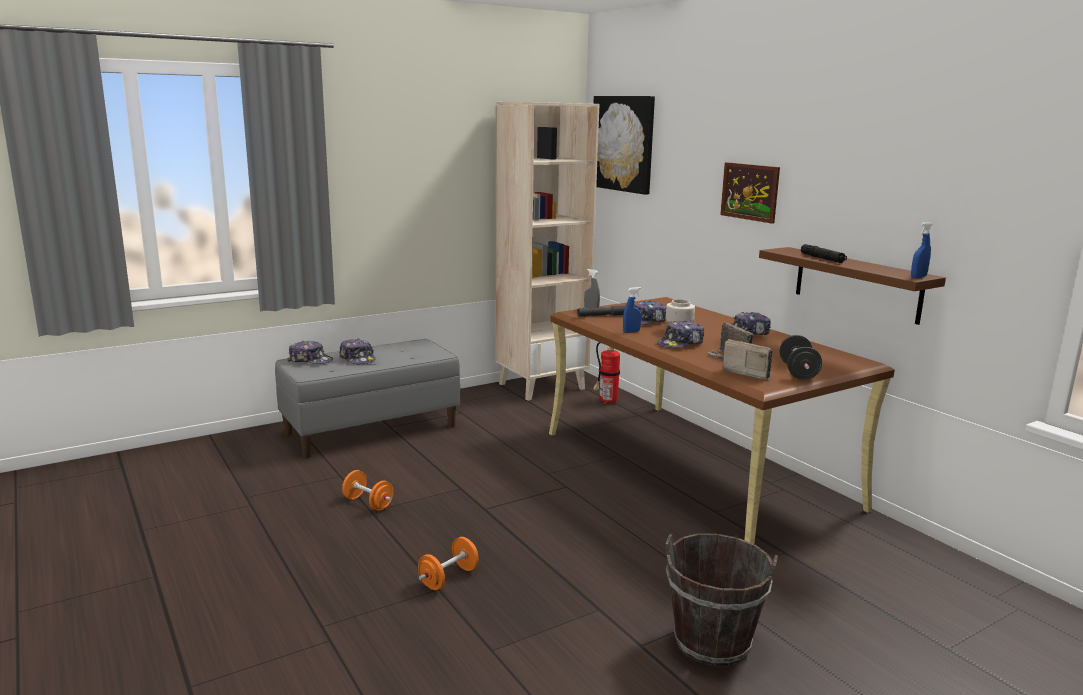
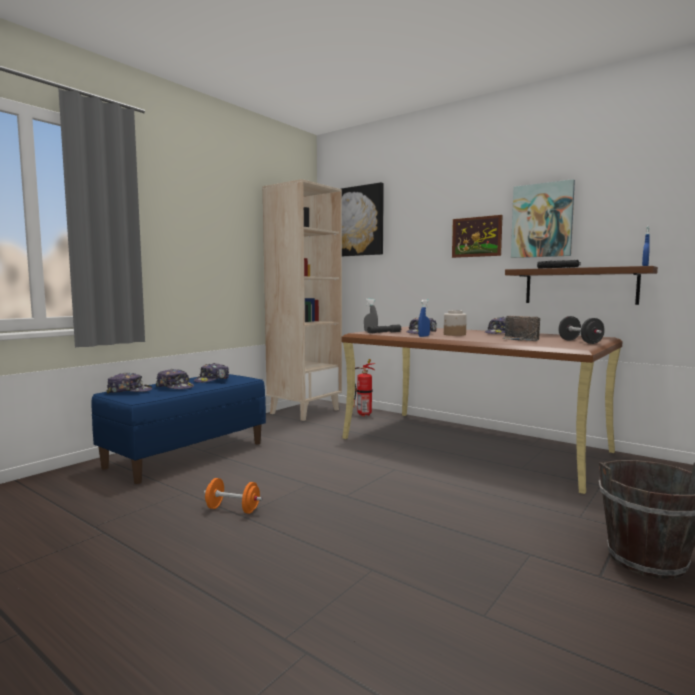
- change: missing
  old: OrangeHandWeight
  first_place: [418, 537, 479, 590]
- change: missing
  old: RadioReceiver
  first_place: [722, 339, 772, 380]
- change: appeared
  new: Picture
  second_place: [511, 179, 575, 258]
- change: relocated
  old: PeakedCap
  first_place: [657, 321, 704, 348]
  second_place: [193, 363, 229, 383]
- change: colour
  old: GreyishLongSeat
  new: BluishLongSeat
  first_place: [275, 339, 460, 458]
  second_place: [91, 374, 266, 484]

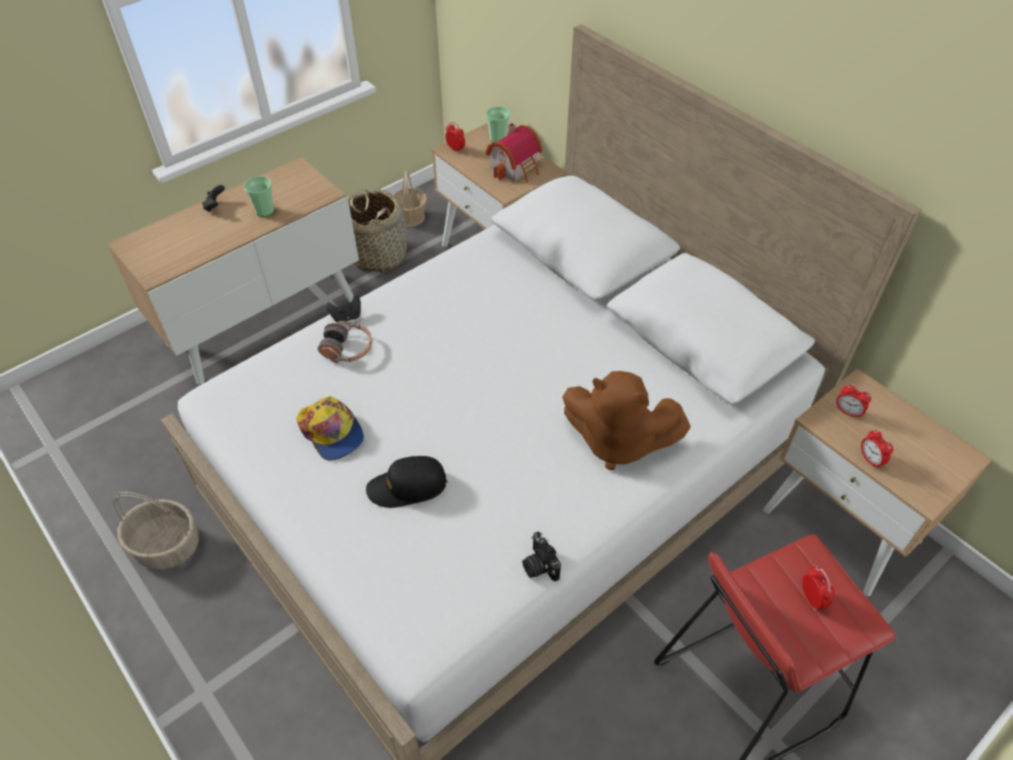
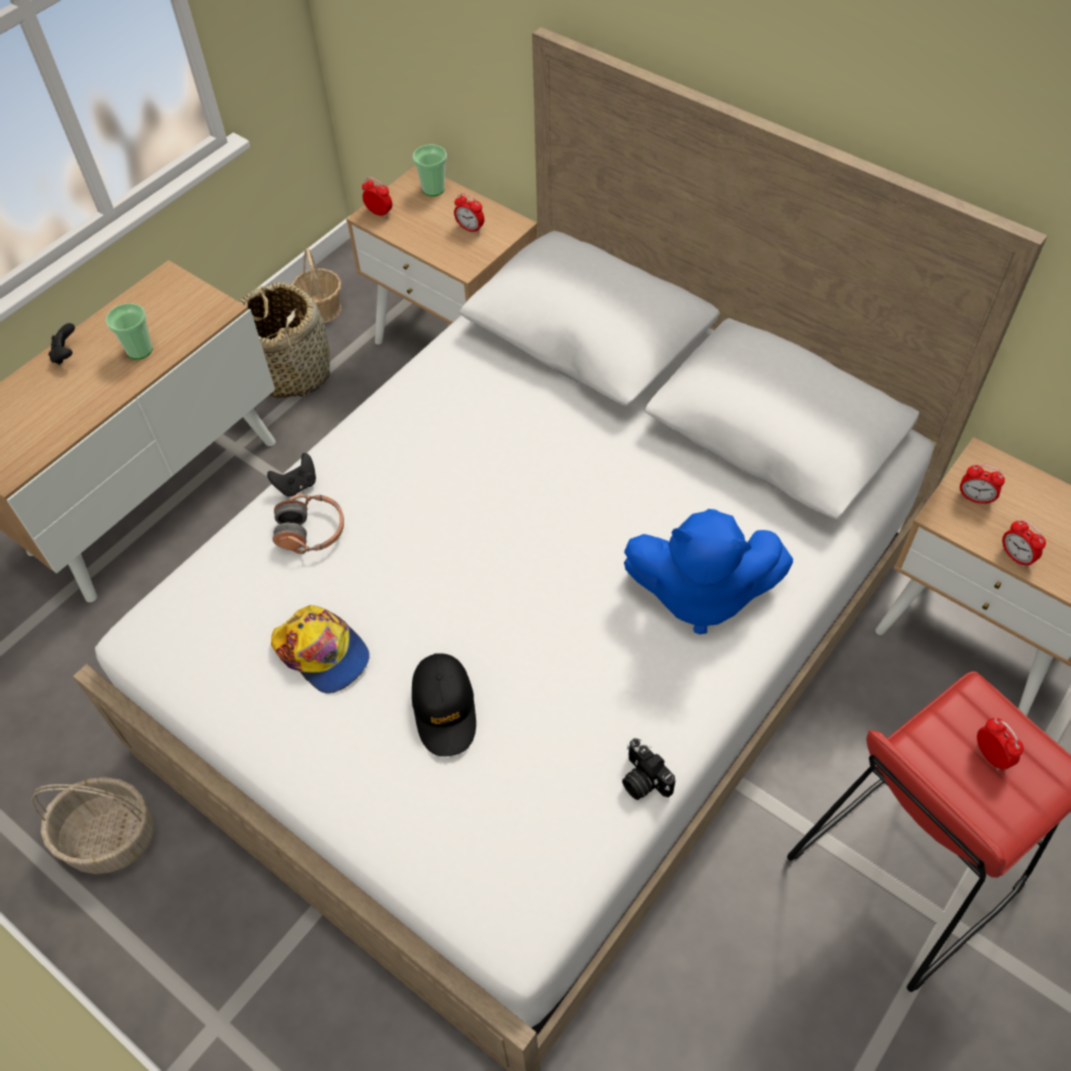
- change: exchanged
  old: ModelHouse
  new: BedsideClock
  first_place: [486, 123, 542, 183]
  second_place: [454, 193, 484, 234]
- change: colour
  old: BrownColouredSoftToy
  new: BluishSoftToy
  first_place: [562, 371, 691, 470]
  second_place: [624, 509, 793, 634]
- change: spun
  old: BlackishPeakedCap
  first_place: [366, 456, 447, 508]
  second_place: [412, 653, 476, 756]
  degrees: -75

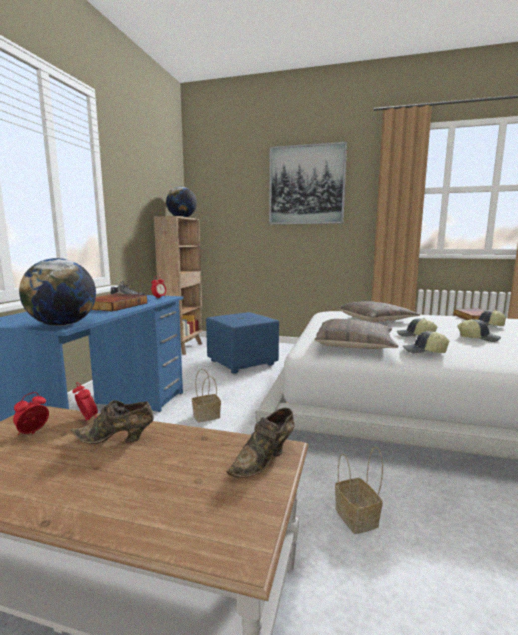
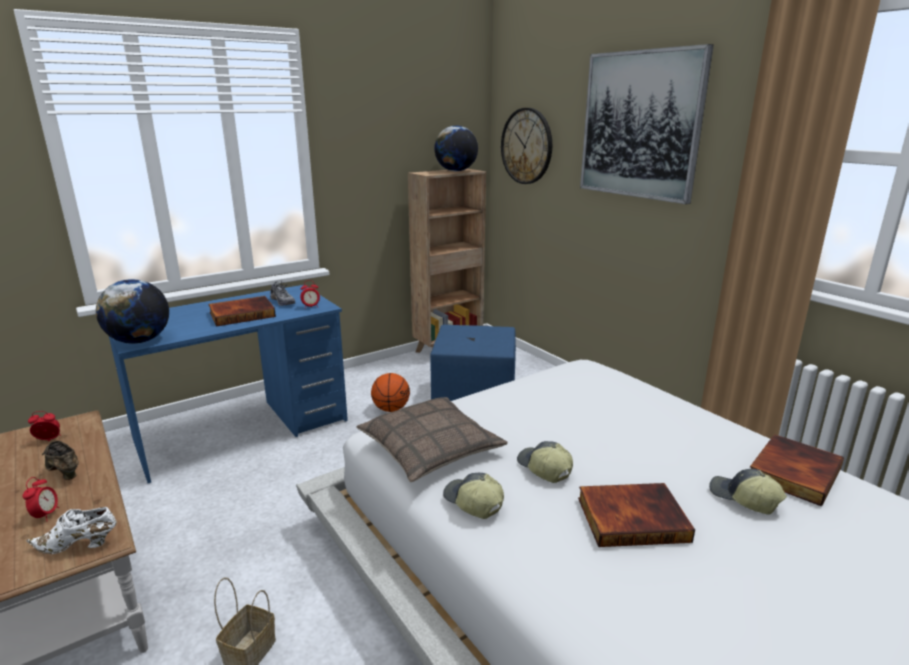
- change: missing
  old: StorageBasket
  first_place: [192, 369, 221, 423]
- change: missing
  old: ThrowPillow
  first_place: [337, 301, 420, 322]
- change: appeared
  new: Basketball
  second_place: [371, 373, 410, 412]
- change: appeared
  new: ClockOnTheWall
  second_place: [501, 108, 552, 184]
- change: relocated
  old: BedsideClock
  first_place: [73, 382, 98, 421]
  second_place: [23, 477, 59, 522]
- change: exchanged
  old: PeakedCap
  new: Book
  first_place: [458, 319, 501, 342]
  second_place: [578, 483, 695, 547]
- change: colour
  old: BrownColouredLowShoe
  new: WhiteLowShoe
  first_place: [226, 408, 295, 478]
  second_place: [26, 507, 117, 554]

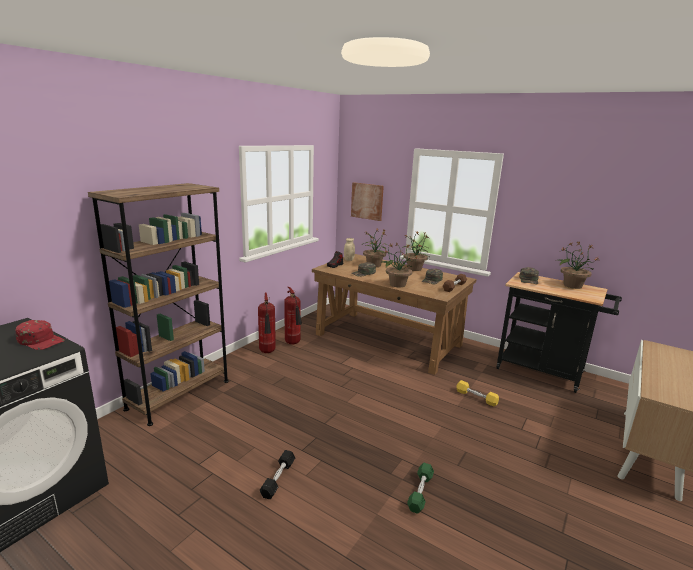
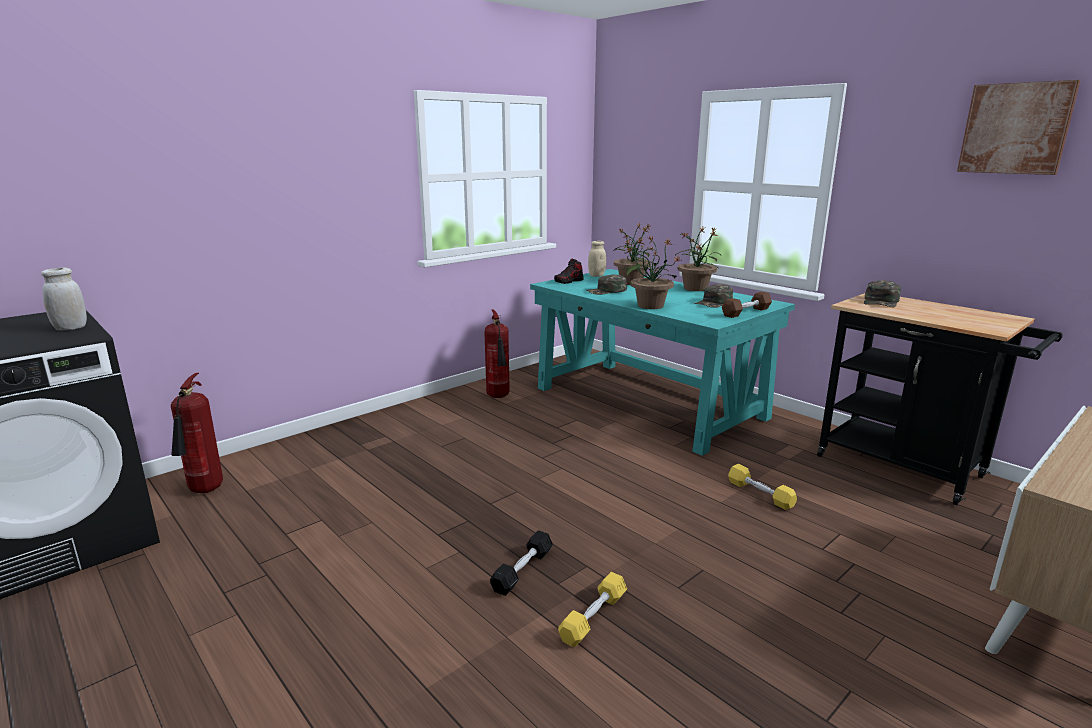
- change: missing
  old: BrownColouredBookshelf
  first_place: [88, 183, 229, 426]
- change: missing
  old: PottedPlant
  first_place: [559, 242, 599, 289]
- change: relocated
  old: FireExtinguisher
  first_place: [258, 293, 276, 353]
  second_place: [171, 373, 223, 493]
- change: relocated
  old: BlackishHandWeight
  first_place: [260, 450, 295, 499]
  second_place: [490, 530, 553, 596]
- change: relocated
  old: Picture
  first_place: [351, 182, 384, 221]
  second_place: [957, 80, 1080, 175]
- change: exchanged
  old: RedColouredPeakedCap
  new: WhiteStorageJar
  first_place: [15, 320, 64, 350]
  second_place: [41, 268, 87, 331]
- change: colour
  old: BrownColouredDesk
  new: TurquoiseColouredDesk
  first_place: [312, 254, 476, 375]
  second_place: [530, 269, 795, 456]
- change: colour
  old: GreenColouredHandWeight
  new: YellowHandWeight
  first_place: [407, 463, 434, 514]
  second_place: [558, 572, 627, 647]

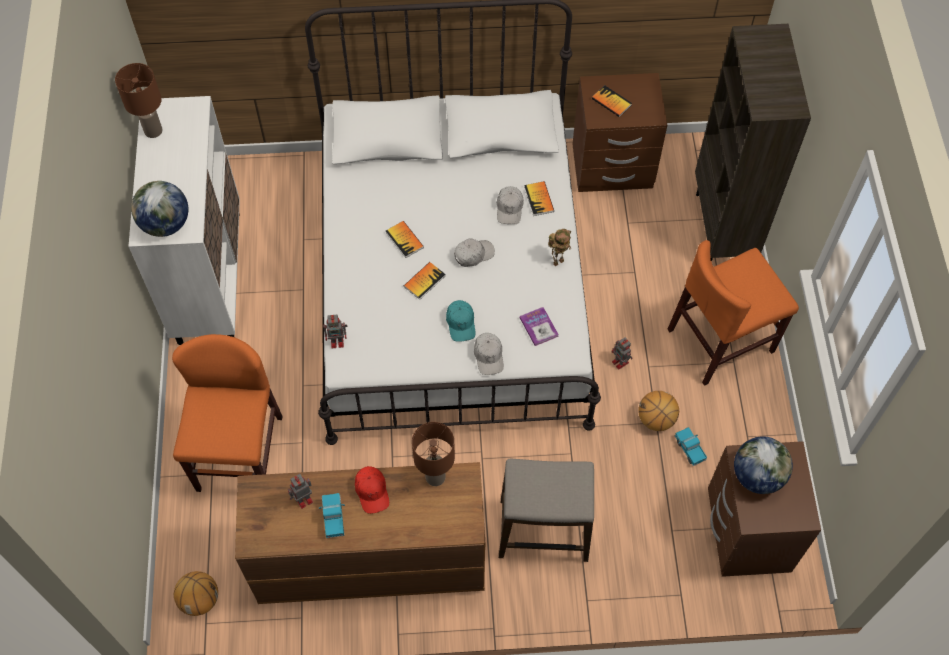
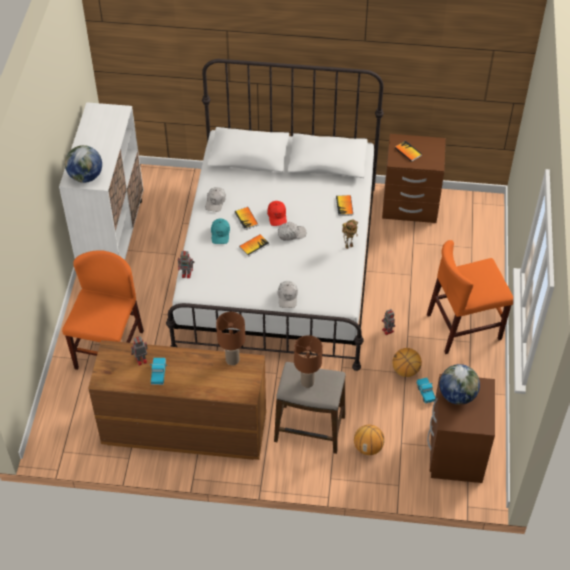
- change: missing
  old: Book
  first_place: [520, 307, 559, 346]
- change: missing
  old: BrownColouredBookshelf
  first_place: [695, 24, 811, 262]
- change: relocated
  old: BrownColouredLampForATable
  first_place: [115, 63, 162, 138]
  second_place: [294, 335, 323, 388]
- change: relocated
  old: Basketball
  first_place: [174, 571, 218, 616]
  second_place: [354, 424, 385, 455]
- change: relocated
  old: RedColouredPeakedCap
  first_place: [355, 466, 389, 514]
  second_place: [267, 201, 287, 226]
- change: relocated
  old: TurquoiseColouredPeakedCap
  first_place: [446, 300, 475, 342]
  second_place: [211, 219, 230, 244]
- change: relocated
  old: WhitePeakedCap
  first_place: [497, 186, 524, 224]
  second_place: [205, 187, 226, 212]

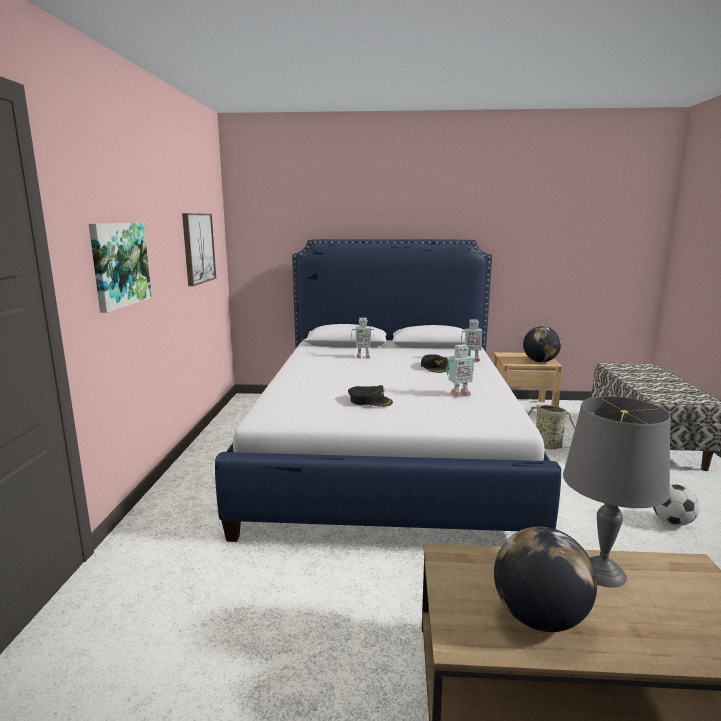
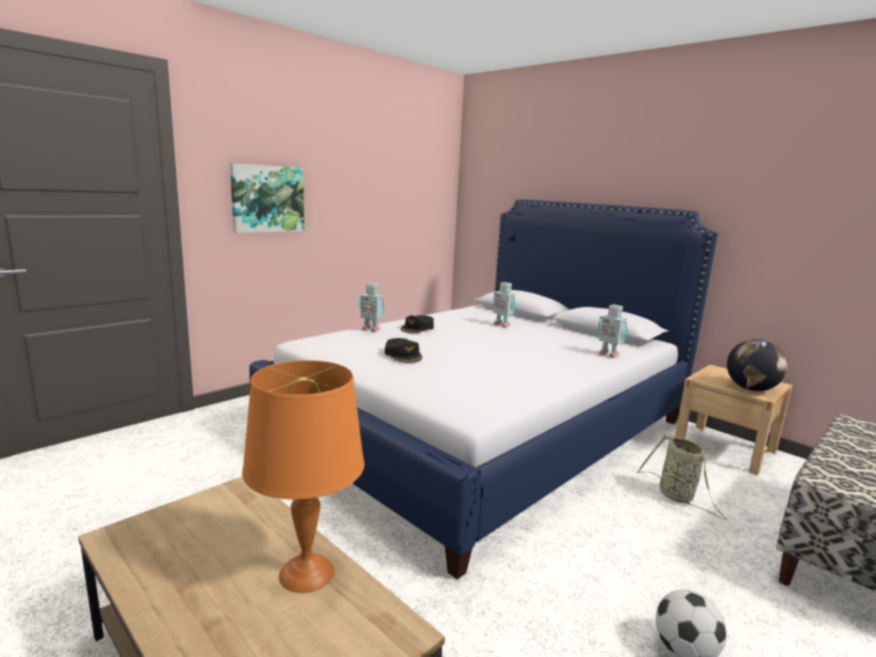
- change: missing
  old: Picture
  first_place: [182, 213, 216, 286]
- change: missing
  old: WorldGlobe
  first_place: [494, 527, 597, 632]
- change: relocated
  old: BlackishPeakedCap
  first_place: [421, 354, 449, 373]
  second_place: [401, 315, 434, 333]
- change: relocated
  old: ToyRobot
  first_place: [447, 344, 474, 397]
  second_place: [359, 283, 384, 332]
- change: colour
  old: GreyishLampForATable
  new: OrangeLampForATable
  first_place: [563, 396, 671, 587]
  second_place: [242, 360, 364, 593]

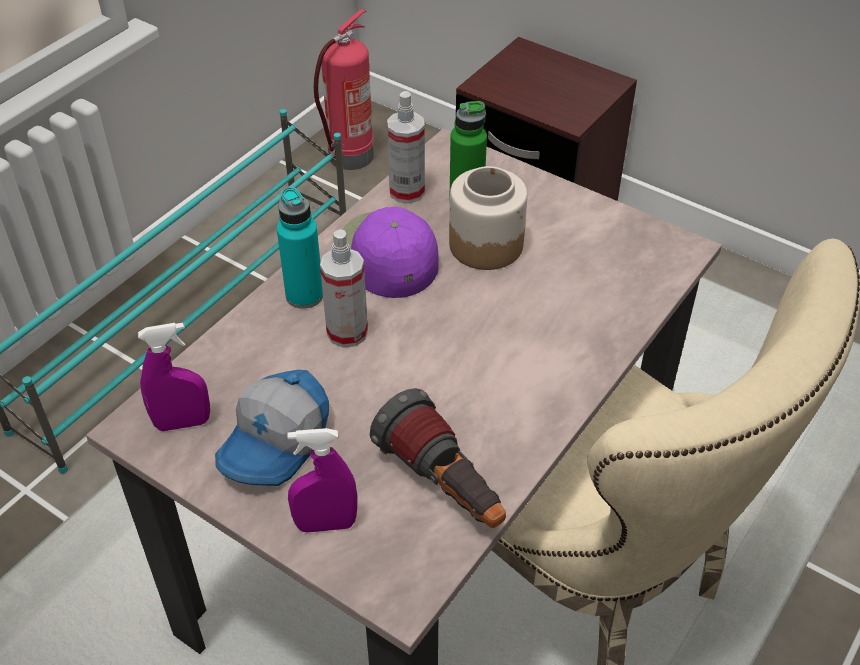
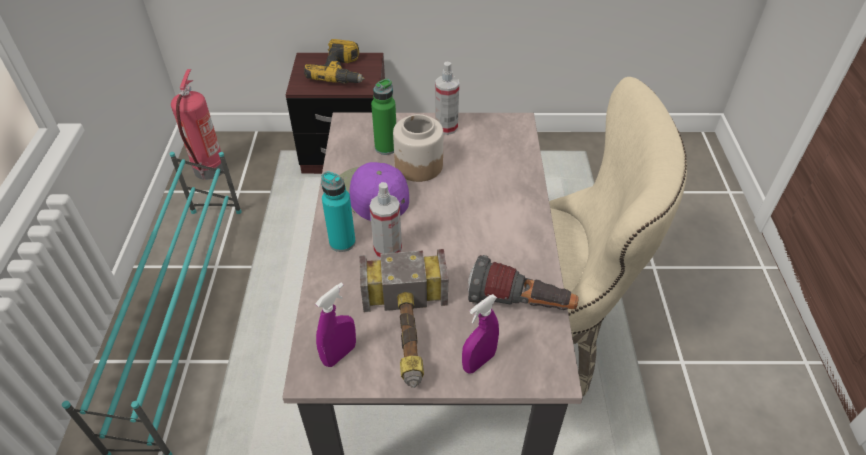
- change: appeared
  new: Drill
  second_place: [304, 39, 365, 84]
- change: relocated
  old: SprayBottle
  first_place: [387, 91, 425, 204]
  second_place: [435, 62, 459, 135]
- change: exchanged
  old: PeakedCap
  new: Hammer
  first_place: [215, 370, 329, 486]
  second_place: [359, 249, 448, 388]

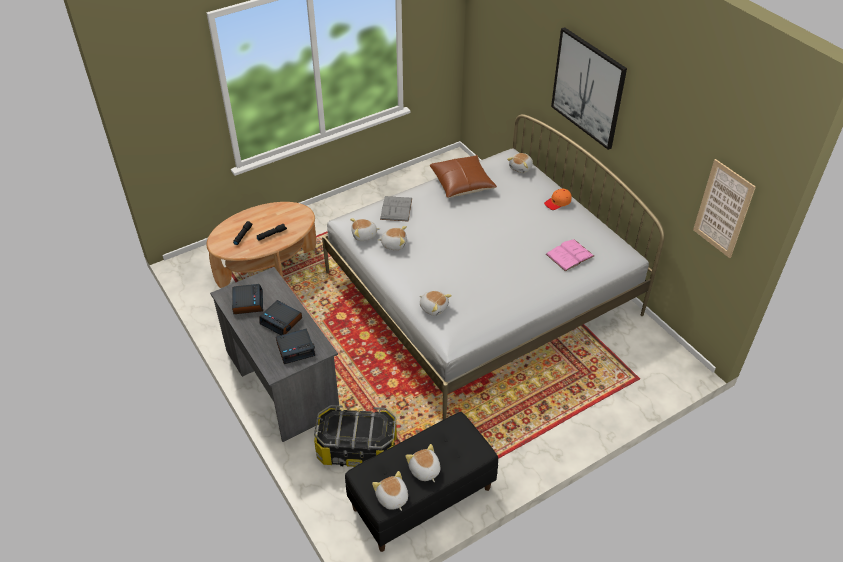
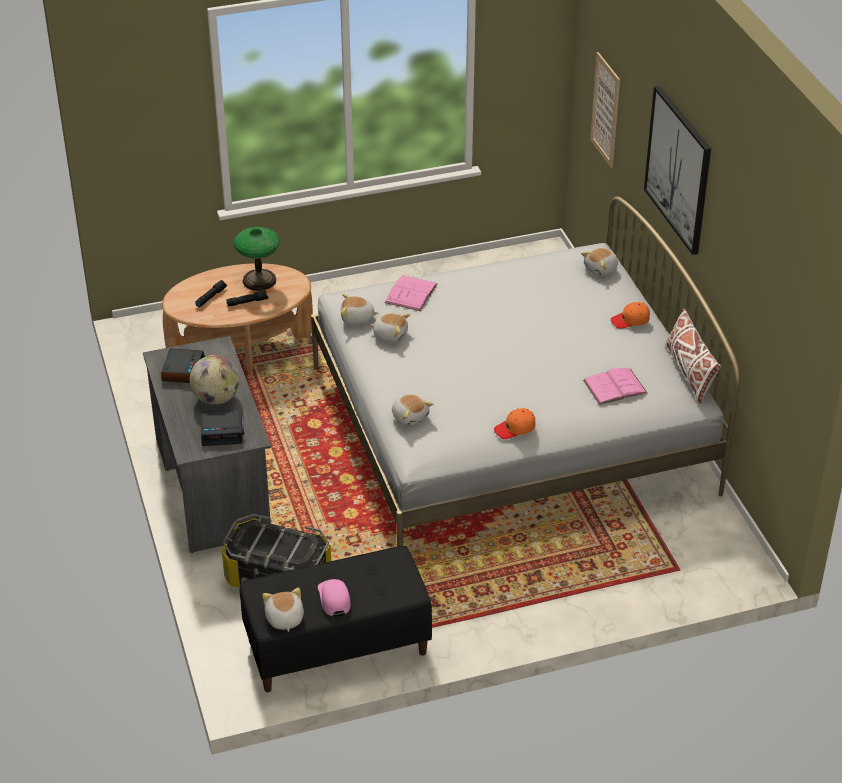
- change: missing
  old: BrownColouredThrowPillow
  first_place: [430, 155, 497, 198]
- change: appeared
  new: LampForATable
  second_place: [234, 227, 280, 291]
- change: appeared
  new: OrangePeakedCap
  second_place: [494, 408, 535, 439]
- change: appeared
  new: WhiteThrowPillow
  second_place: [665, 308, 721, 404]
- change: relocated
  old: Picture
  first_place: [693, 159, 756, 258]
  second_place: [590, 52, 620, 168]
- change: exchanged
  old: BedsideClock
  new: WorldGlobe
  first_place: [259, 300, 302, 335]
  second_place: [190, 355, 240, 405]
- change: exchanged
  old: SoftToy
  new: PinkColouredPeakedCap
  first_place: [405, 444, 440, 482]
  second_place: [318, 579, 351, 617]
- change: colour
  old: GreyishBook
  new: PinkColouredBook
  first_place: [380, 196, 412, 222]
  second_place: [385, 275, 437, 311]

